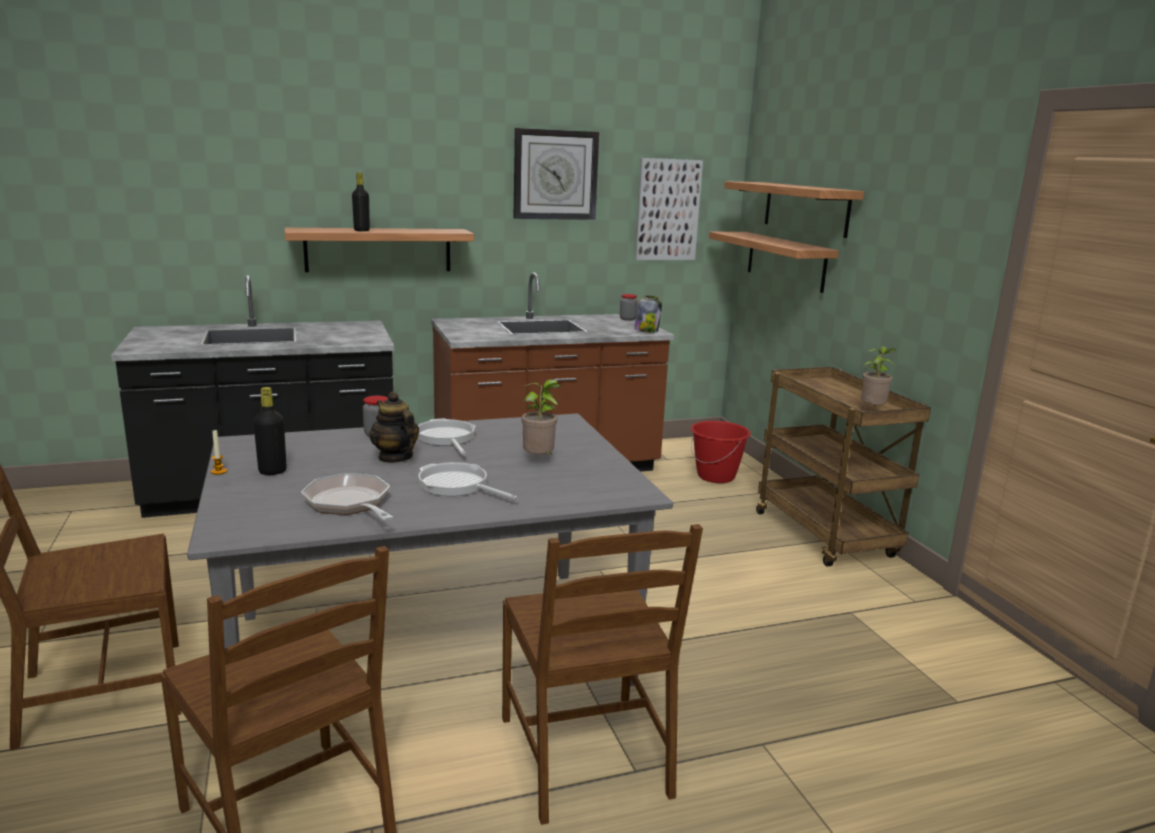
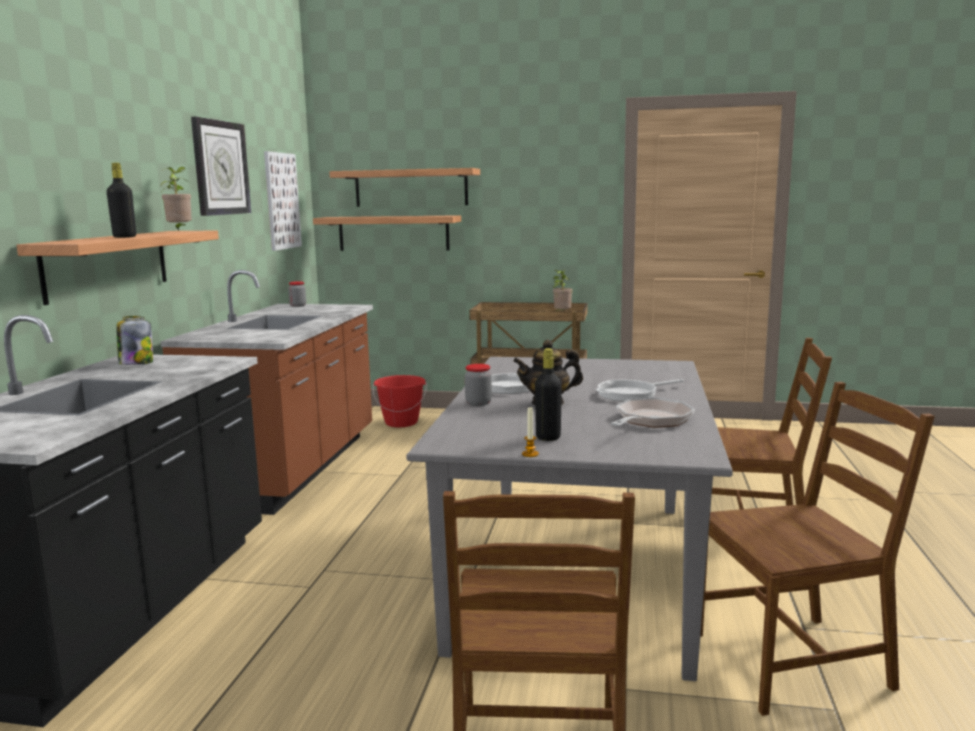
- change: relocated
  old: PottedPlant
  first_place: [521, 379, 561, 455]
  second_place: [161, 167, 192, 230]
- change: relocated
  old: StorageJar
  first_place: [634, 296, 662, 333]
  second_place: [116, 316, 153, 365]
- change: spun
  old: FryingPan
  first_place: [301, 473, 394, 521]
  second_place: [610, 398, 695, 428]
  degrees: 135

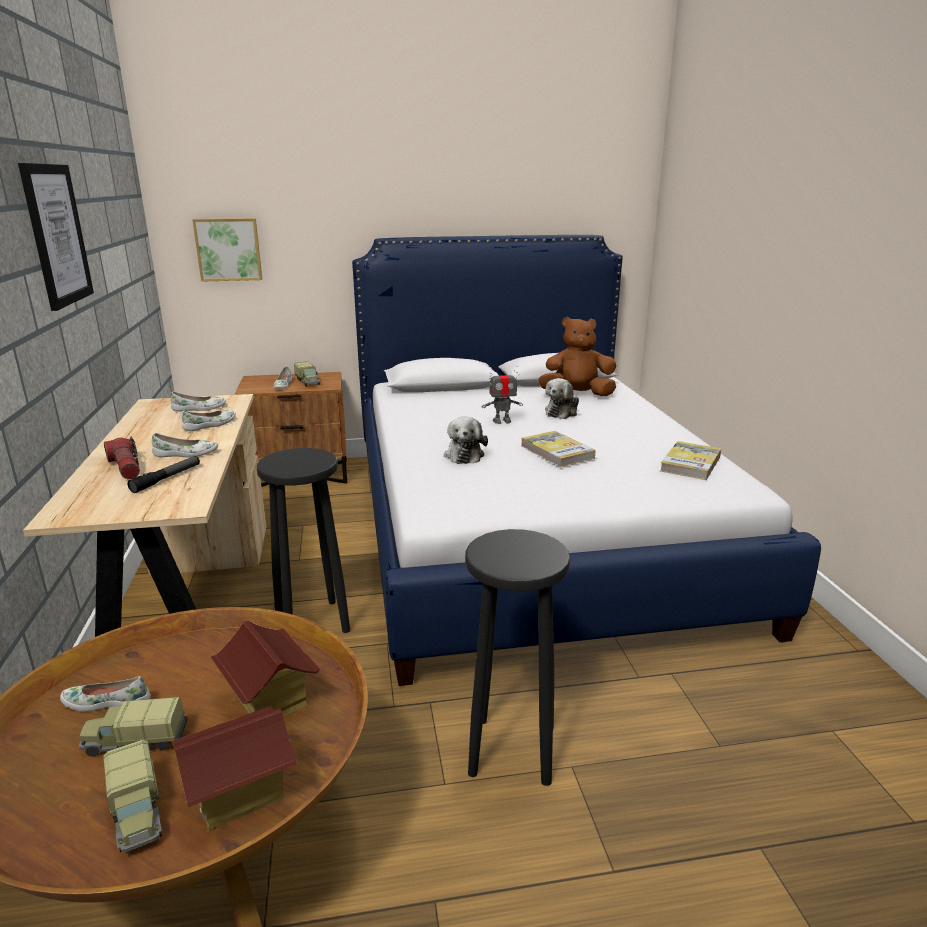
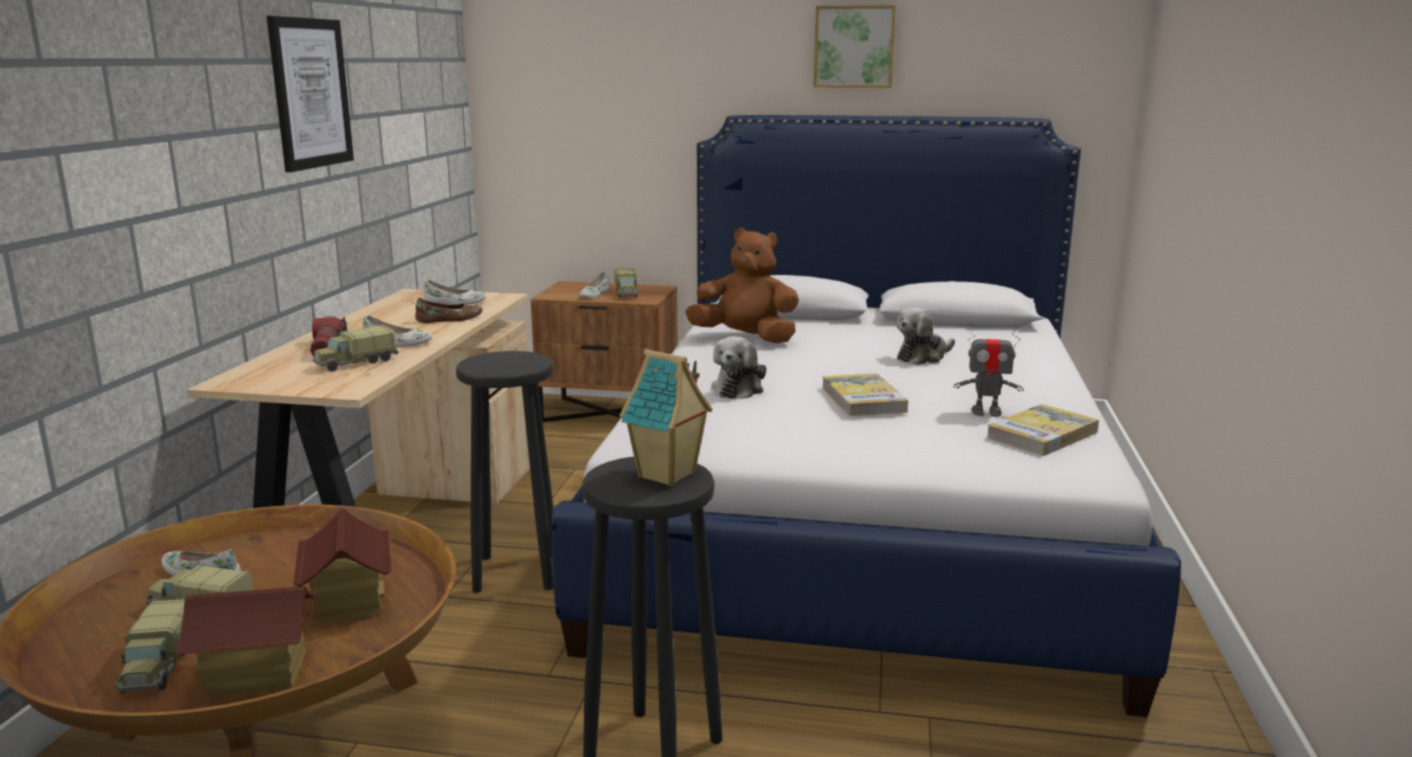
- change: appeared
  new: ModelHouse
  second_place: [620, 349, 713, 486]
- change: relocated
  old: Picture
  first_place: [192, 218, 262, 282]
  second_place: [814, 5, 896, 88]
- change: relocated
  old: ToyRobot
  first_place: [481, 366, 523, 424]
  second_place: [954, 322, 1024, 417]
- change: relocated
  old: BrownColouredSoftToy
  first_place: [539, 317, 616, 396]
  second_place: [685, 227, 799, 343]
- change: exchanged
  old: Flashlight
  new: ToyLorry
  first_place: [127, 456, 200, 493]
  second_place: [313, 325, 398, 372]
- change: colour
  old: WhiteLowShoe
  new: BrownColouredLowShoe
  first_place: [182, 410, 236, 431]
  second_place: [415, 298, 483, 323]

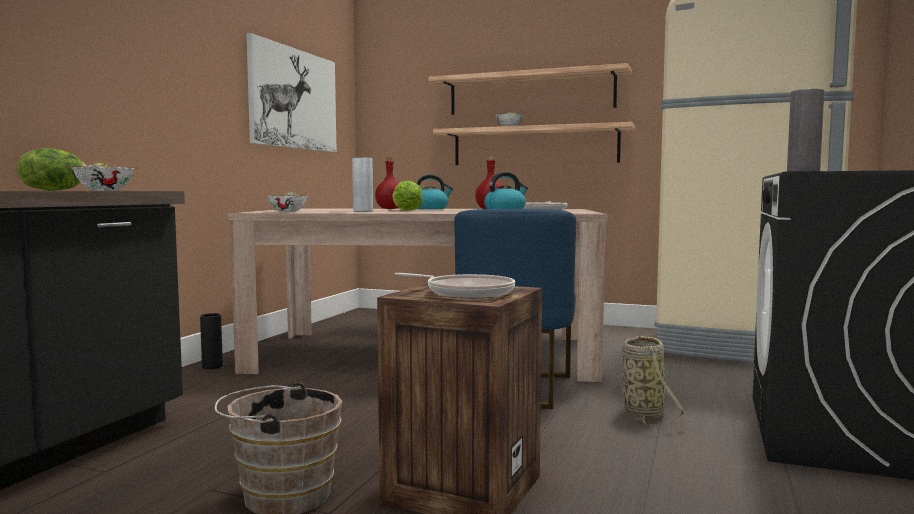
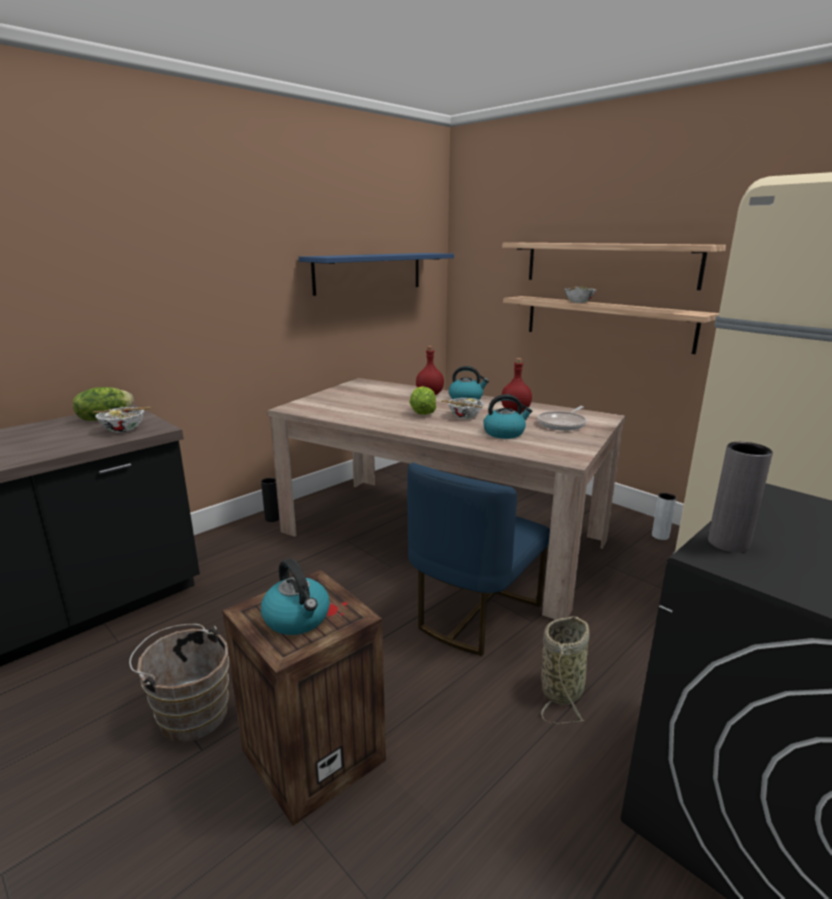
- change: relocated
  old: DeepDish
  first_place: [259, 192, 308, 212]
  second_place: [441, 398, 484, 419]
- change: relocated
  old: GreyishVase
  first_place: [352, 157, 373, 212]
  second_place: [652, 493, 676, 540]
- change: exchanged
  old: Picture
  new: BluishShelf
  first_place: [246, 33, 337, 152]
  second_place: [299, 253, 454, 296]
- change: exchanged
  old: FryingPan
  new: TeaKettle
  first_place: [395, 273, 515, 298]
  second_place: [261, 559, 330, 635]

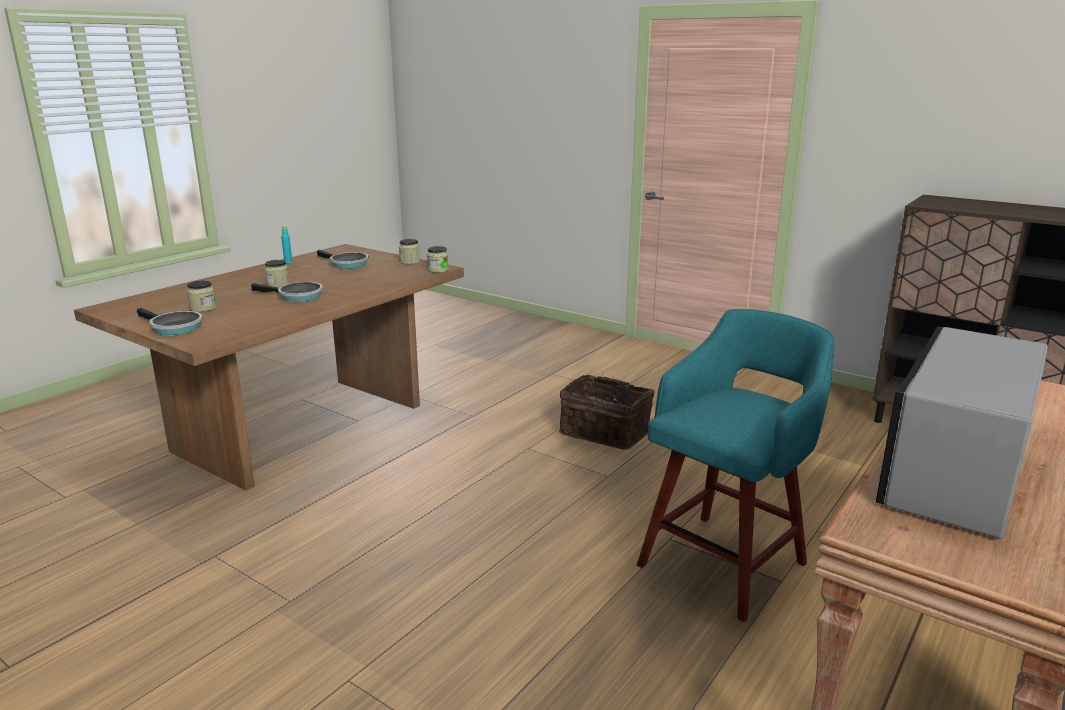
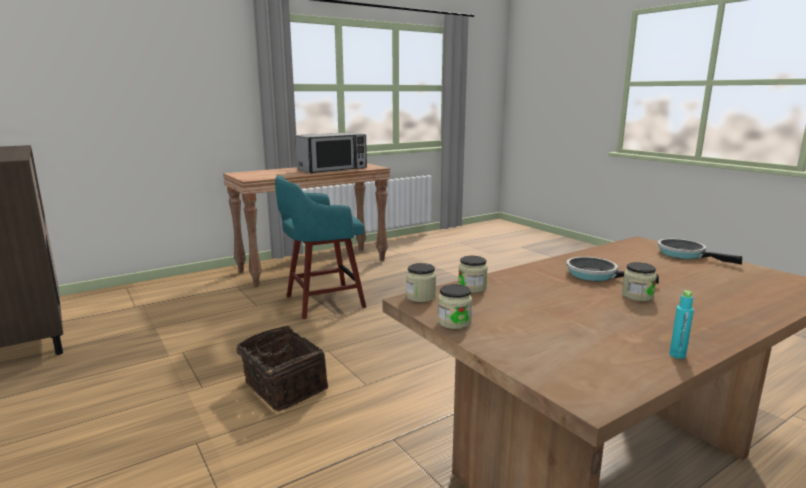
- change: missing
  old: FryingPan
  first_place: [317, 250, 369, 269]
- change: relocated
  old: StorageJar
  first_place: [187, 281, 216, 312]
  second_place: [458, 256, 488, 293]

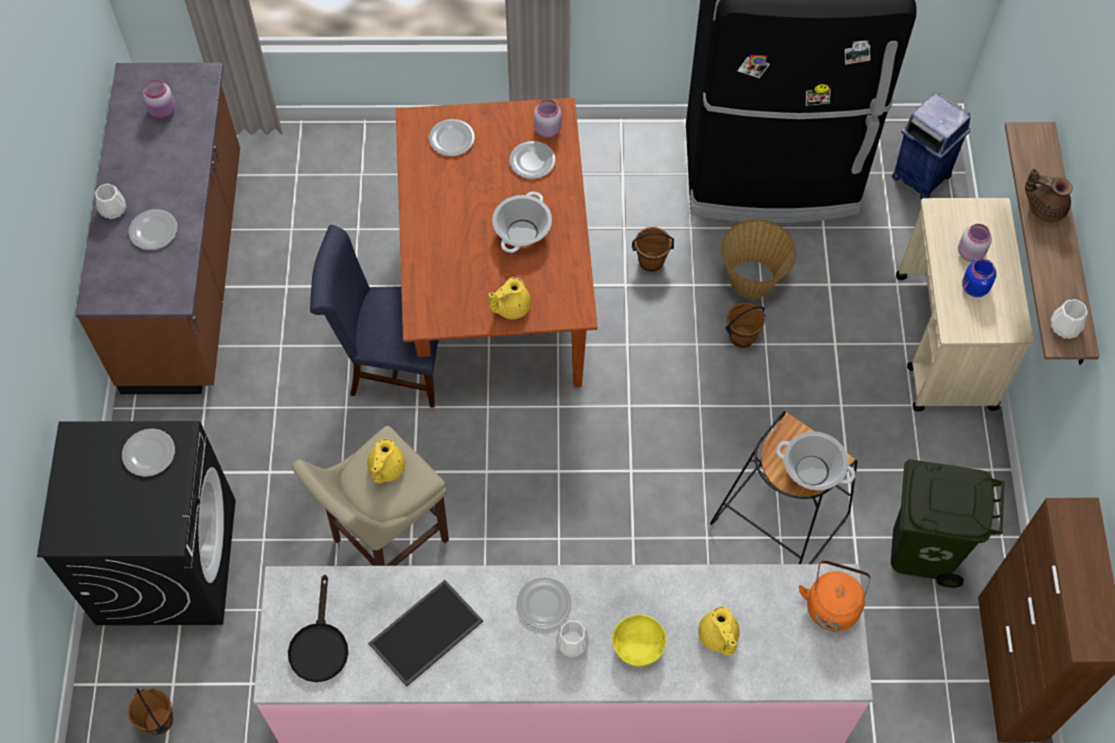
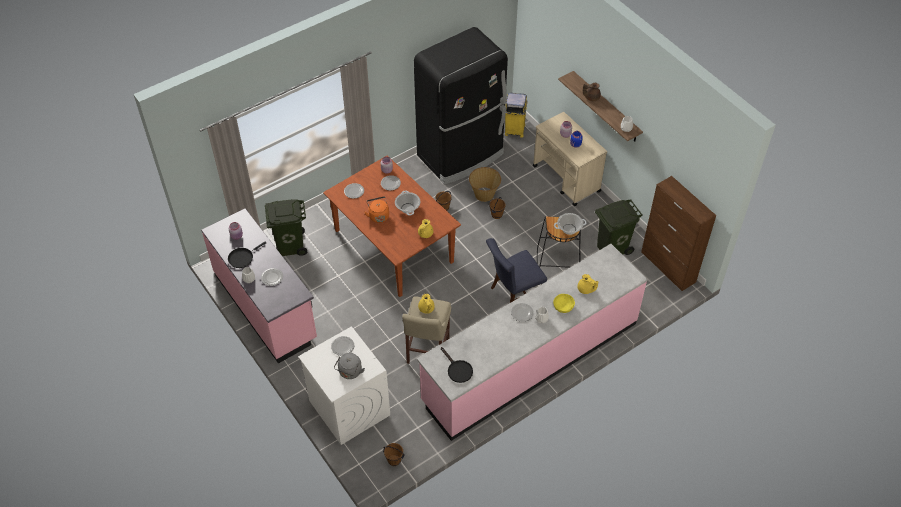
- change: missing
  old: ServingTray
  first_place: [368, 580, 483, 687]
- change: appeared
  new: BlackishFryingPan
  second_place: [228, 241, 267, 268]
- change: appeared
  new: GreenColouredRubbishBin
  second_place: [265, 199, 307, 256]
- change: appeared
  new: GreyishTeaKettle
  second_place: [334, 353, 365, 379]
- change: relocated
  old: BluishPlainChair
  first_place: [310, 225, 439, 408]
  second_place: [486, 238, 547, 303]
- change: relocated
  old: OrangeTeaKettle
  first_place: [799, 560, 871, 632]
  second_place: [364, 196, 389, 223]
- change: colour
  old: BlackishLaundryAppliance
  new: WhiteLaundryAppliance
  first_place: [37, 421, 236, 625]
  second_place: [298, 326, 390, 445]
- change: colour
  old: BrownColouredKitchenCounter
  new: PinkColouredKitchenCounter
  first_place: [75, 63, 240, 394]
  second_place: [201, 208, 317, 364]
- change: colour
  old: BluishRubbishBin
  new: YellowRubbishBin
  first_place: [892, 93, 971, 199]
  second_place: [505, 93, 527, 138]

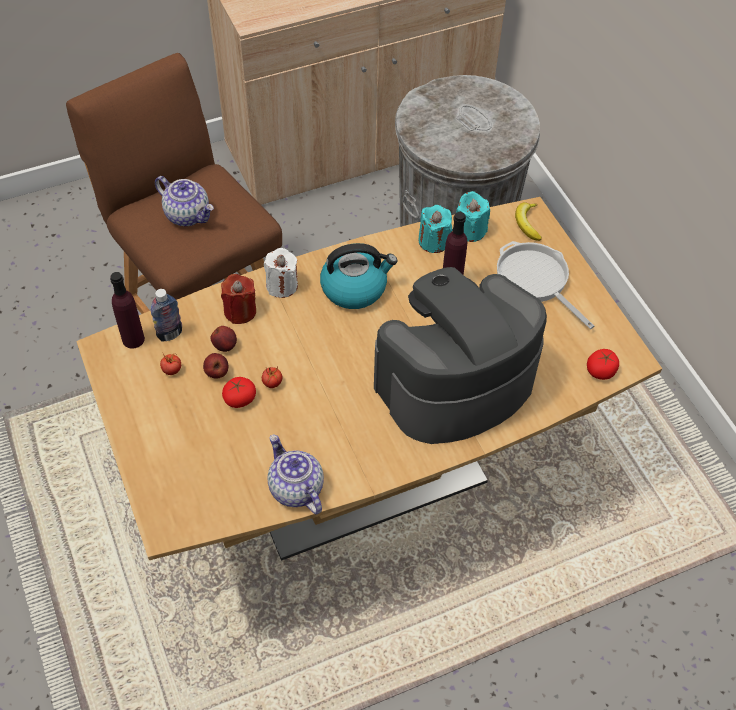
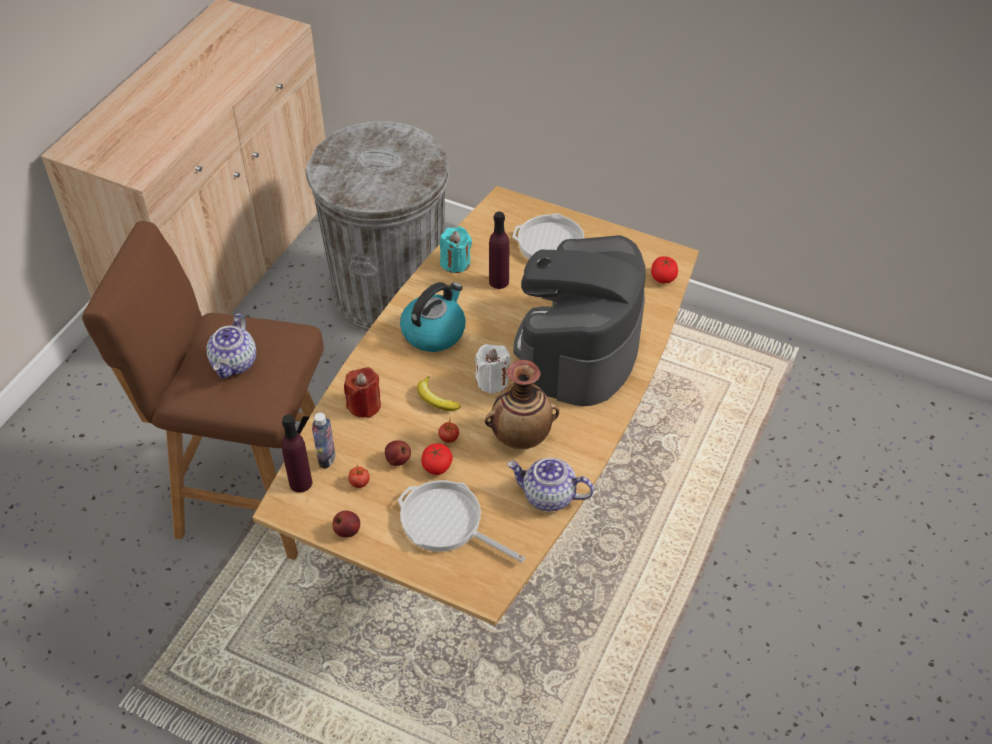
- change: missing
  old: TurquoiseColouredWaxCandle
  first_place: [456, 191, 490, 242]
- change: appeared
  new: FryingPan
  second_place: [398, 480, 525, 563]
- change: appeared
  new: Vase
  second_place: [485, 360, 559, 449]
- change: relocated
  old: Apple
  first_place: [210, 326, 237, 352]
  second_place: [333, 511, 360, 538]
- change: relocated
  old: WhiteWaxCandle
  first_place: [264, 248, 298, 298]
  second_place: [475, 344, 511, 394]
- change: relocated
  old: Banana
  first_place: [515, 202, 542, 241]
  second_place: [417, 376, 461, 411]
- change: spun
  old: TeaPot
  first_place: [155, 176, 214, 226]
  second_place: [206, 314, 256, 378]
  degrees: 105

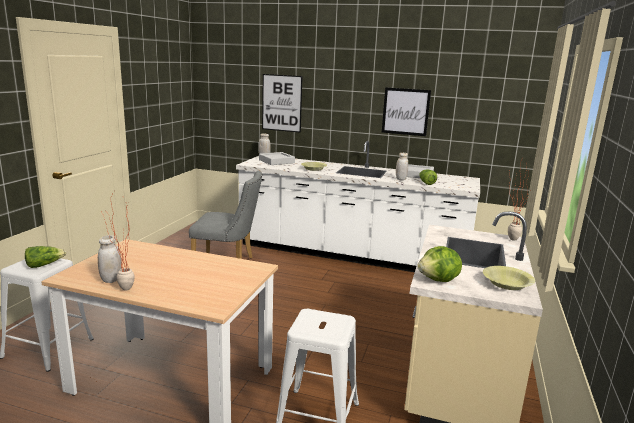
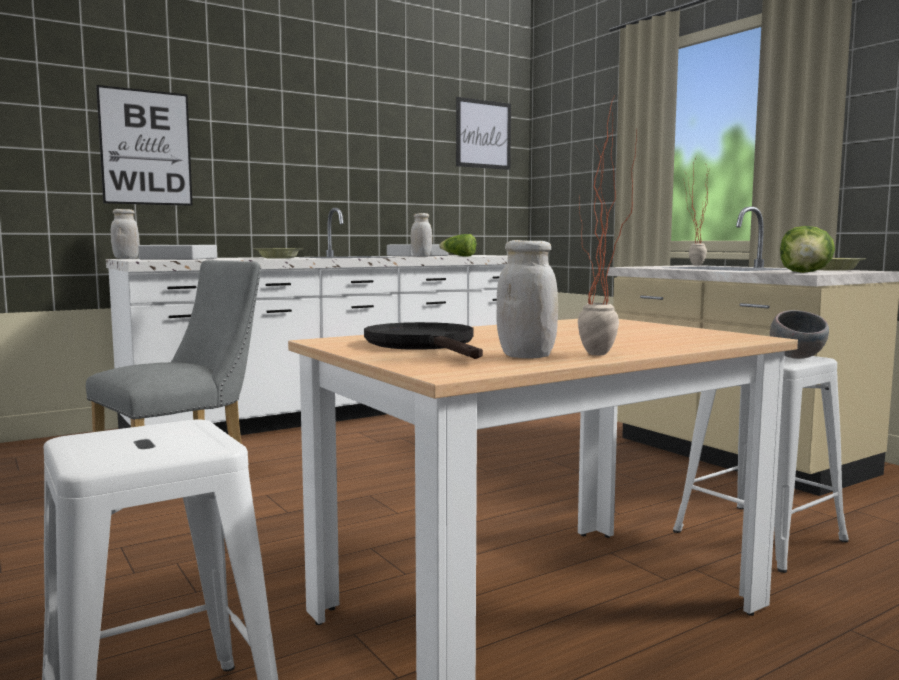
- change: missing
  old: Lettuce
  first_place: [25, 246, 66, 268]
- change: appeared
  new: BlackishFryingPan
  second_place: [364, 322, 483, 359]
- change: appeared
  new: GreyishDeepDish
  second_place: [770, 310, 829, 359]
- change: relocated
  old: Picture
  first_place: [382, 87, 431, 136]
  second_place: [456, 97, 511, 170]

